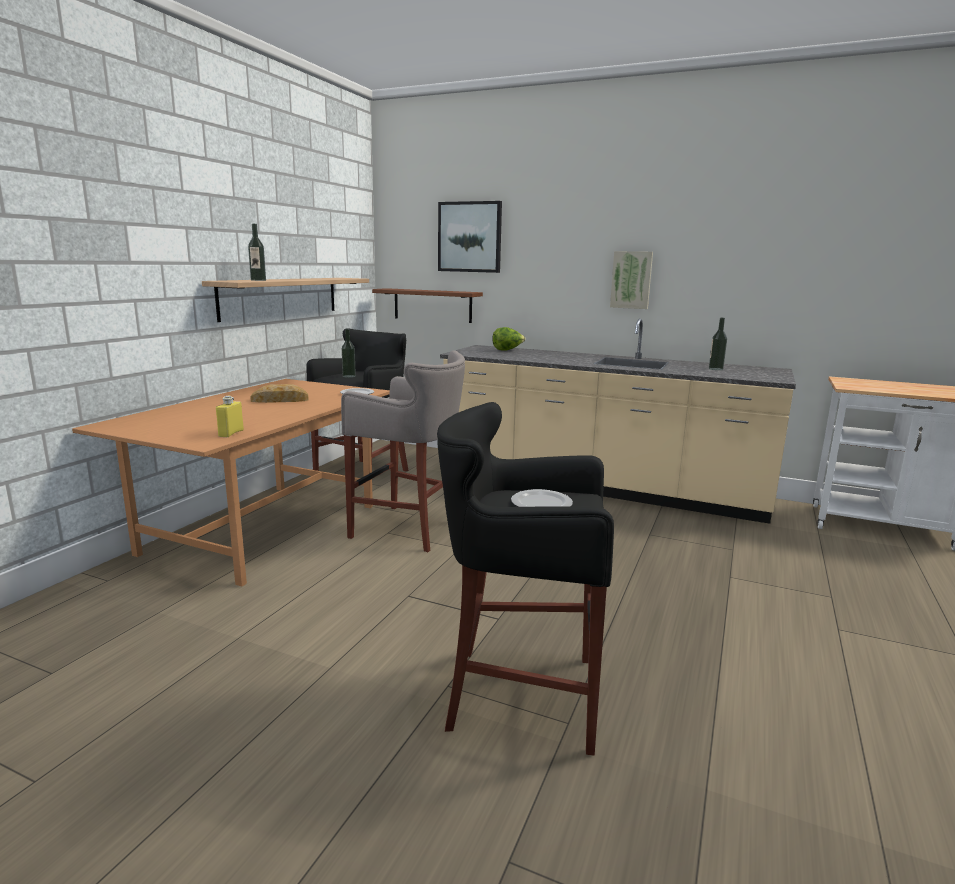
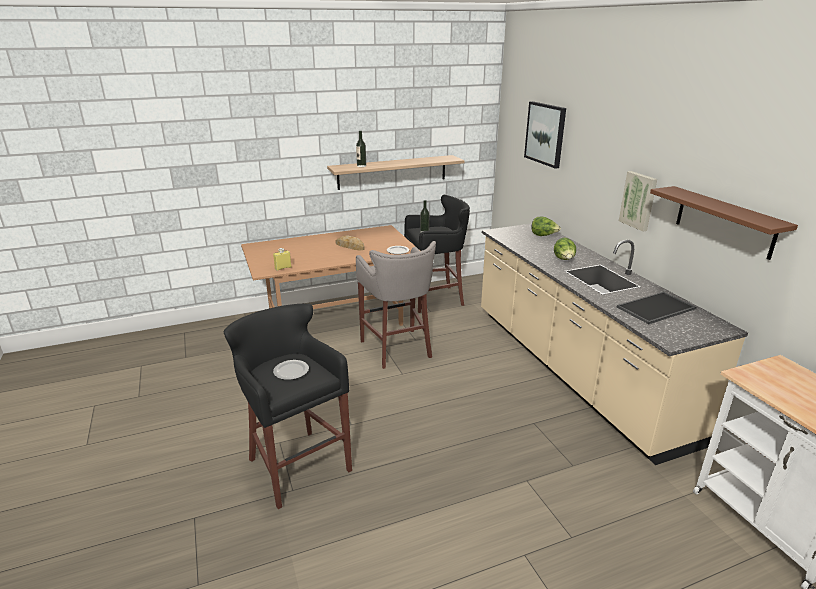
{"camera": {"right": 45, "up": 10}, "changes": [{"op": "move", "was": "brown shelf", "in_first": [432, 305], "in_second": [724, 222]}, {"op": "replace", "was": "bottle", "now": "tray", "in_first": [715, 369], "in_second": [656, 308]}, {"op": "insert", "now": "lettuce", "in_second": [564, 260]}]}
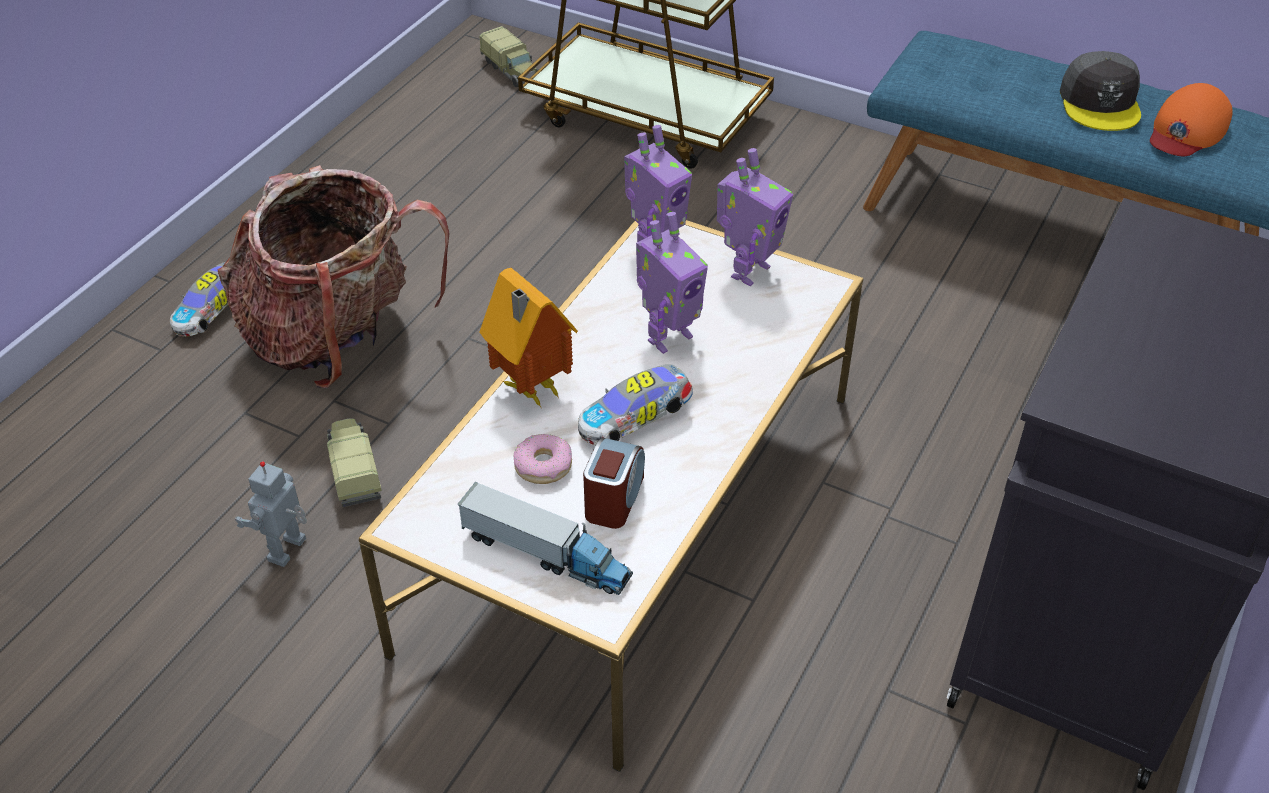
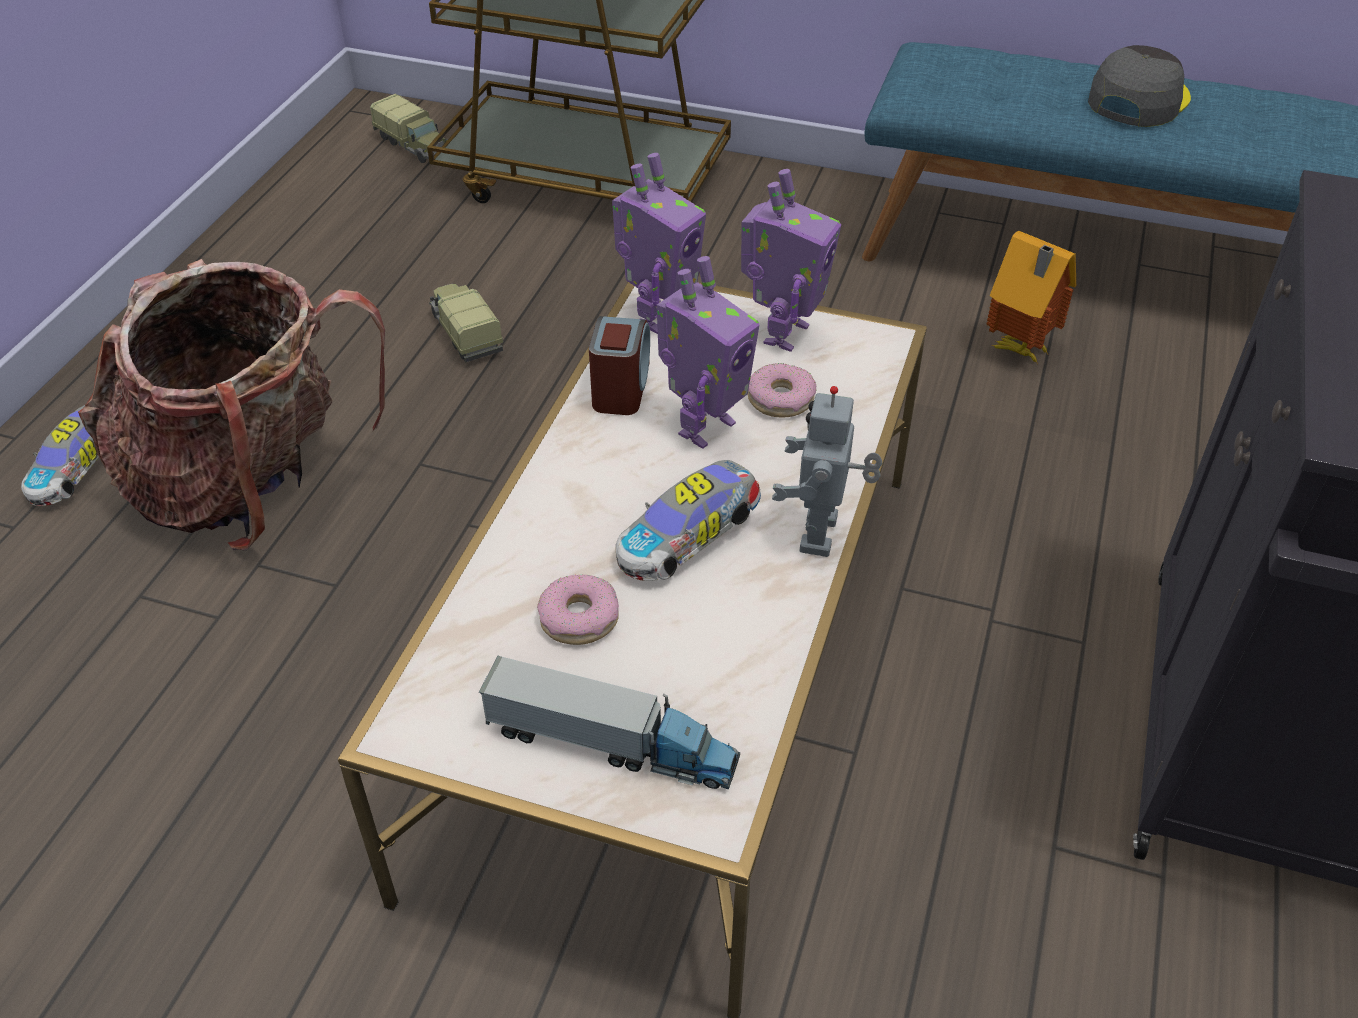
{"camera": {"right": -10, "up": 0}, "changes": [{"op": "rotate", "was": "grey cap", "in_first": [1100, 103], "in_second": [1138, 100], "clockwise": -135}, {"op": "delete", "was": "orange cap", "in_first": [1186, 130]}, {"op": "move", "was": "toy house", "in_first": [530, 390], "in_second": [1018, 351]}, {"op": "move", "was": "toy truck", "in_first": [354, 470], "in_second": [465, 333]}, {"op": "move", "was": "alarm clock", "in_first": [614, 499], "in_second": [621, 387]}, {"op": "move", "was": "toy robot", "in_first": [289, 550], "in_second": [822, 535]}, {"op": "insert", "now": "donut", "in_second": [780, 399]}]}
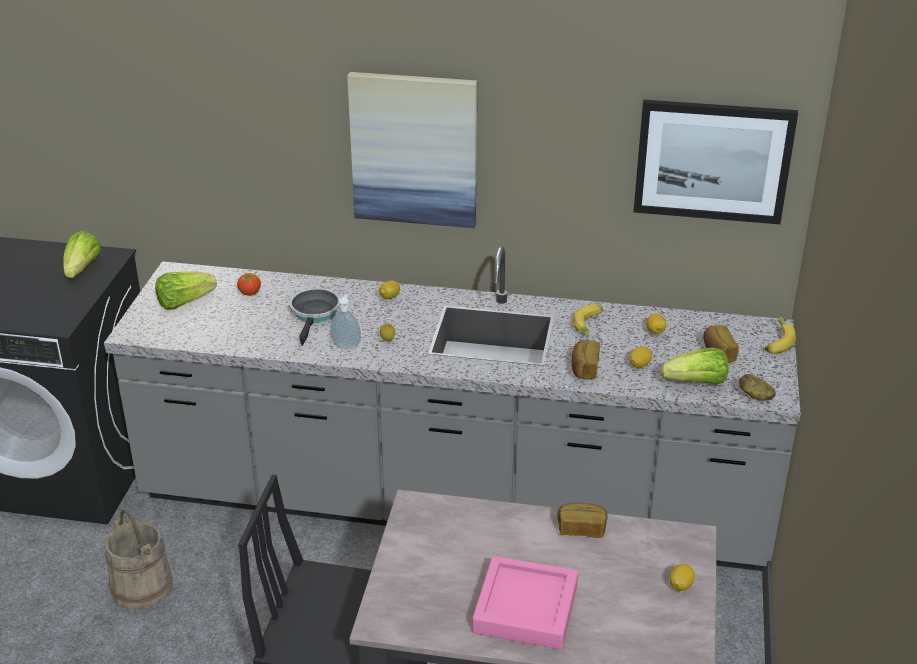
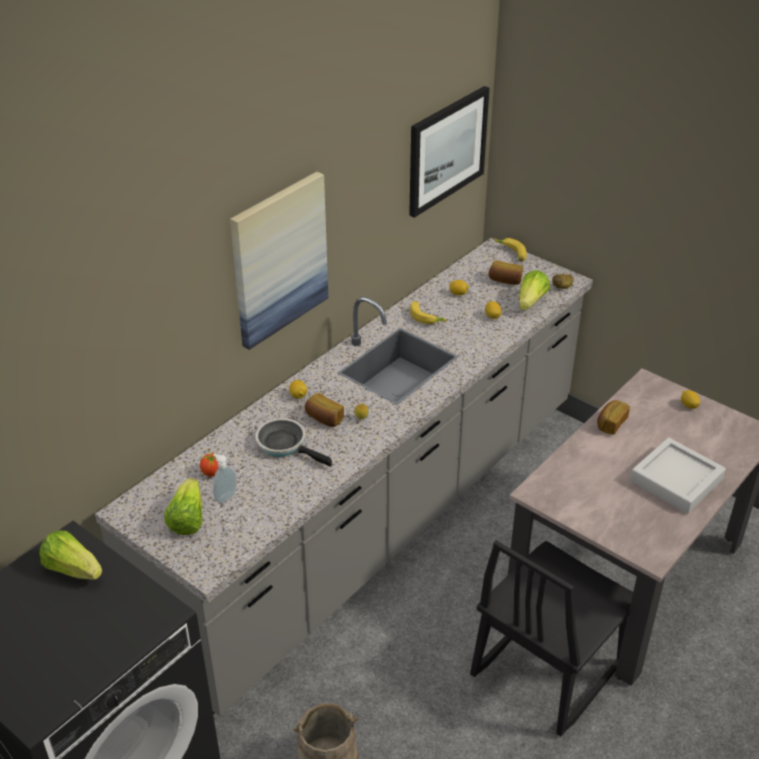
{"camera": {"right": -60, "up": 5}, "changes": [{"op": "move", "was": "soap dispenser", "in_first": [346, 345], "in_second": [225, 497]}, {"op": "move", "was": "bread", "in_first": [584, 368], "in_second": [324, 419]}, {"op": "recolor", "was": "pink tray", "now": "grey tray", "in_first": [525, 609], "in_second": [676, 480]}]}
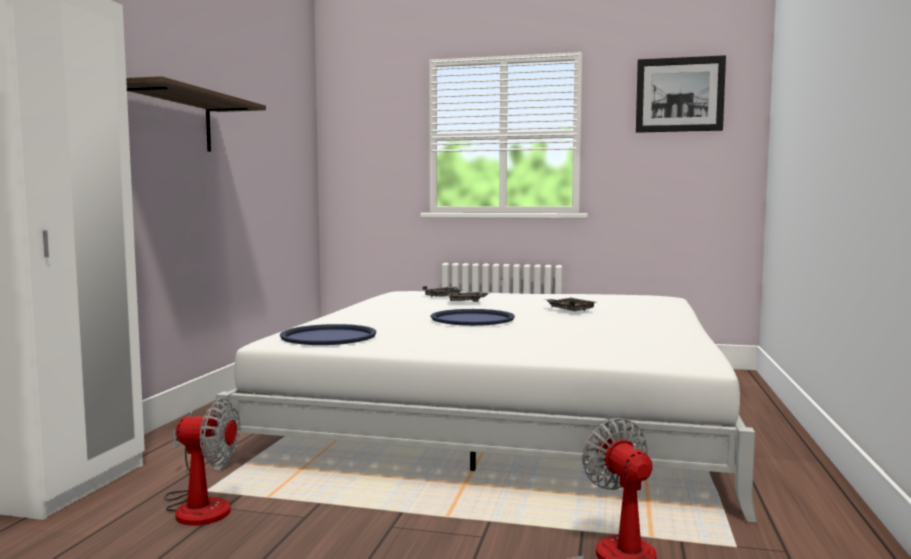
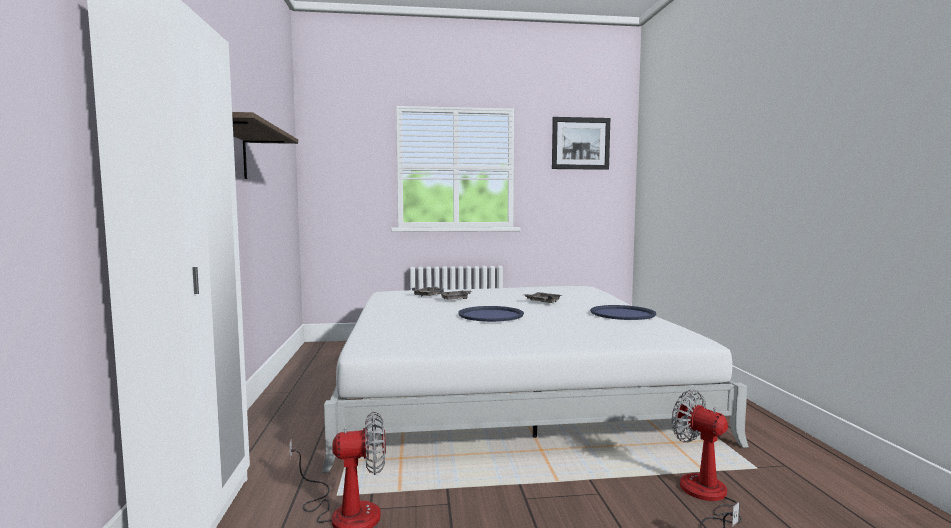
{"camera": {"right": -20, "up": 0}, "changes": [{"op": "move", "was": "blue tray", "in_first": [328, 336], "in_second": [622, 314]}]}
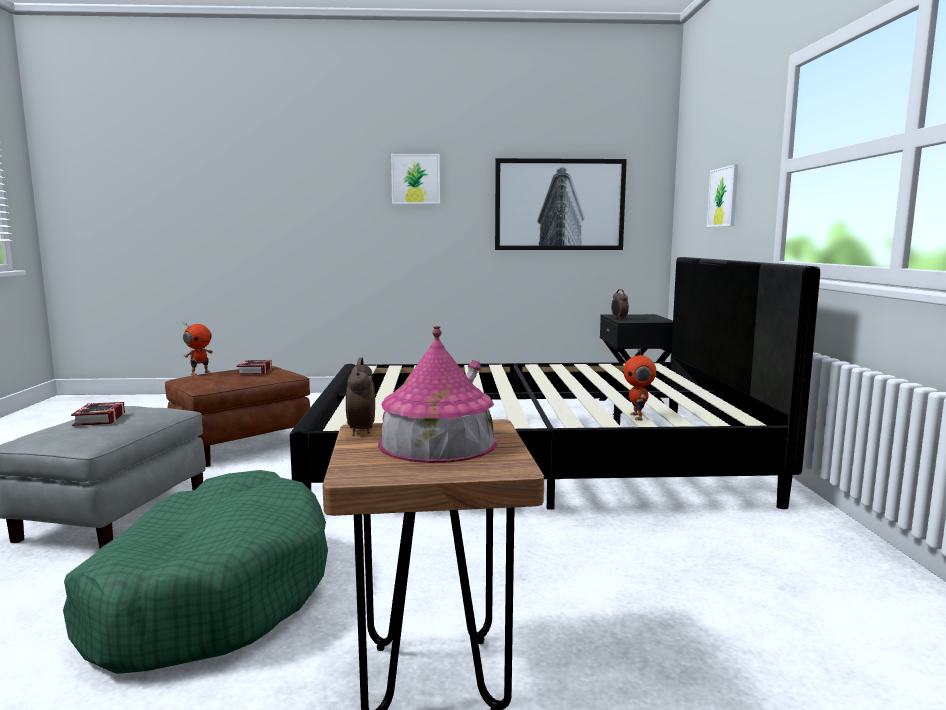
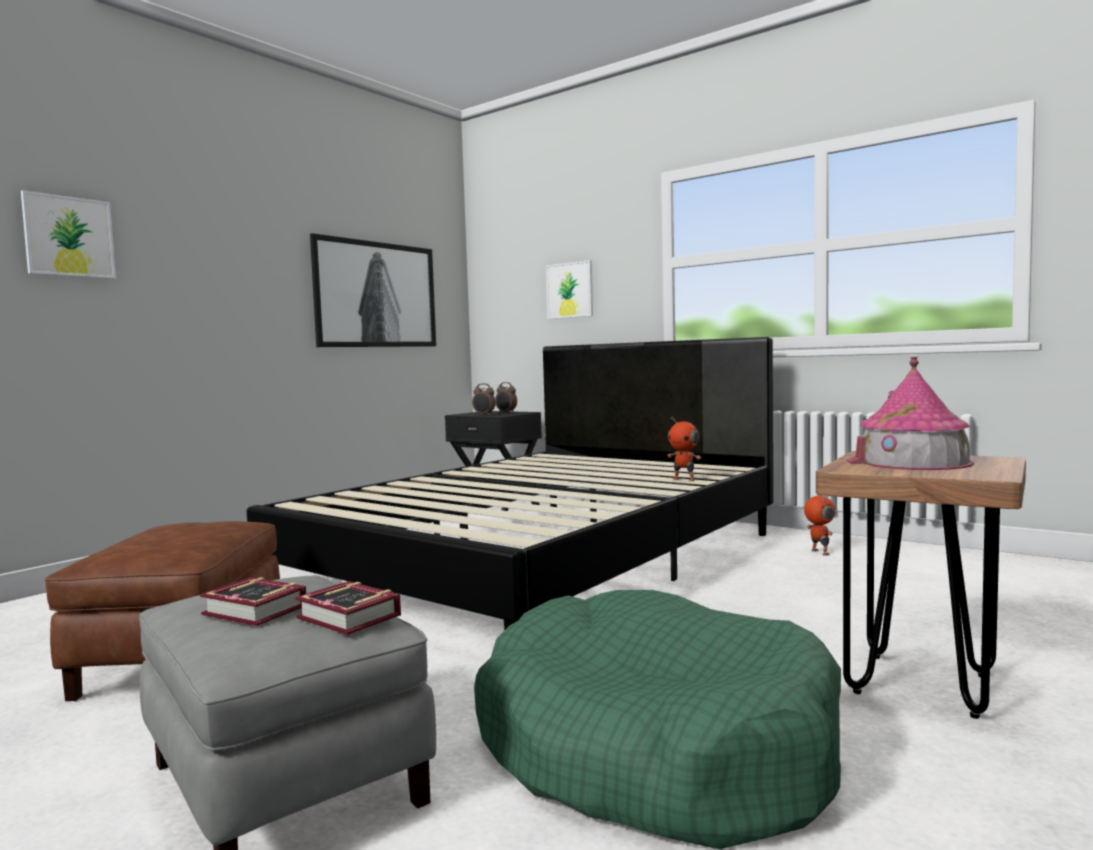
{"camera": {"right": -50, "up": -5}, "changes": [{"op": "move", "was": "picture", "in_first": [415, 179], "in_second": [69, 236]}, {"op": "move", "was": "toy robot", "in_first": [200, 373], "in_second": [819, 552]}, {"op": "move", "was": "alarm clock", "in_first": [360, 431], "in_second": [506, 413]}, {"op": "move", "was": "book", "in_first": [253, 371], "in_second": [349, 618]}]}
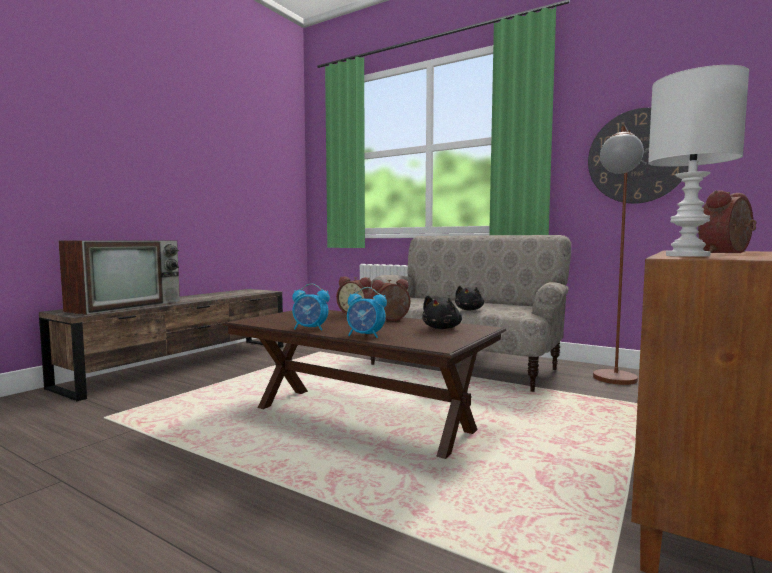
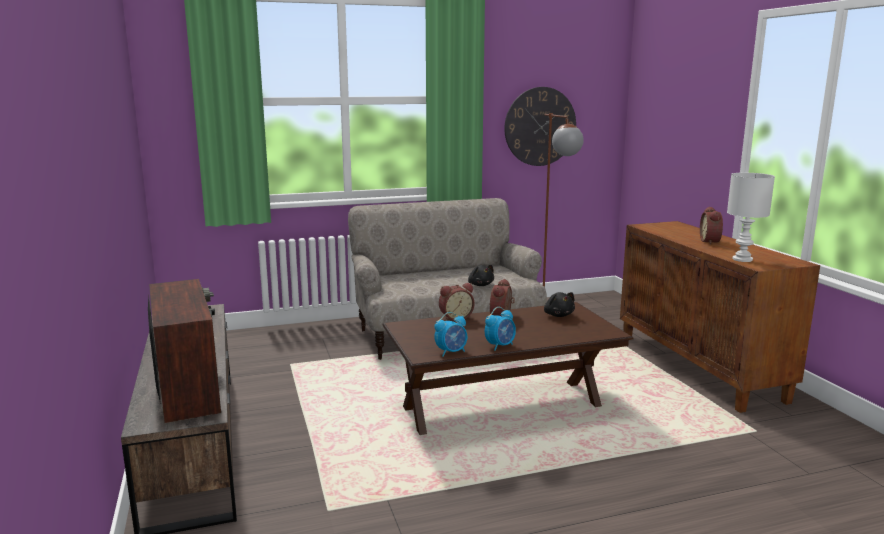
{"camera": {"right": -50, "up": 10}, "changes": [{"op": "move", "was": "alarm clock", "in_first": [365, 336], "in_second": [451, 352]}]}
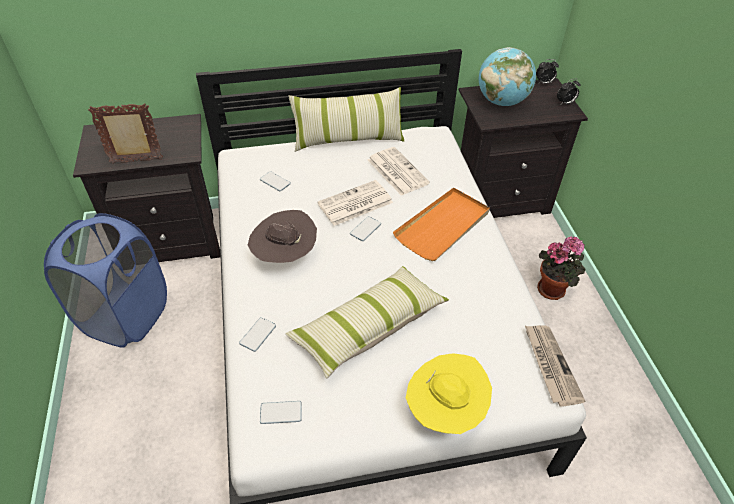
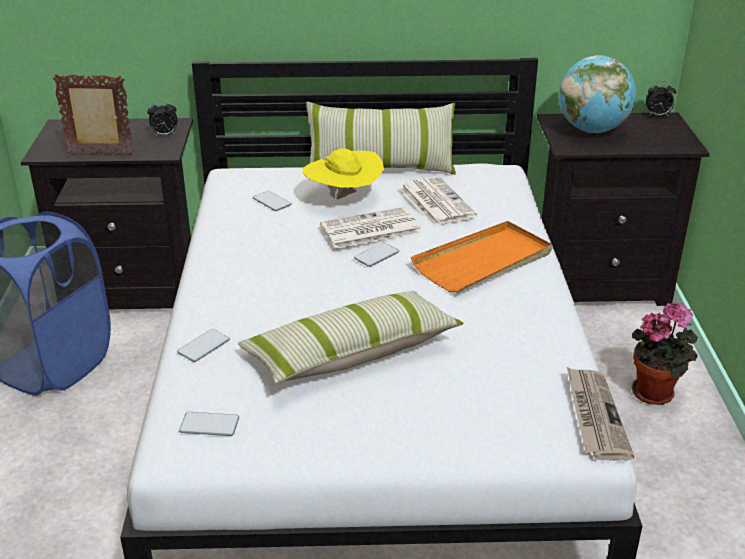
{"camera": {"right": 10, "up": -15}, "changes": [{"op": "move", "was": "alarm clock", "in_first": [565, 103], "in_second": [165, 135]}, {"op": "delete", "was": "brown hat", "in_first": [284, 256]}, {"op": "move", "was": "yellow hat", "in_first": [445, 409], "in_second": [344, 198]}]}
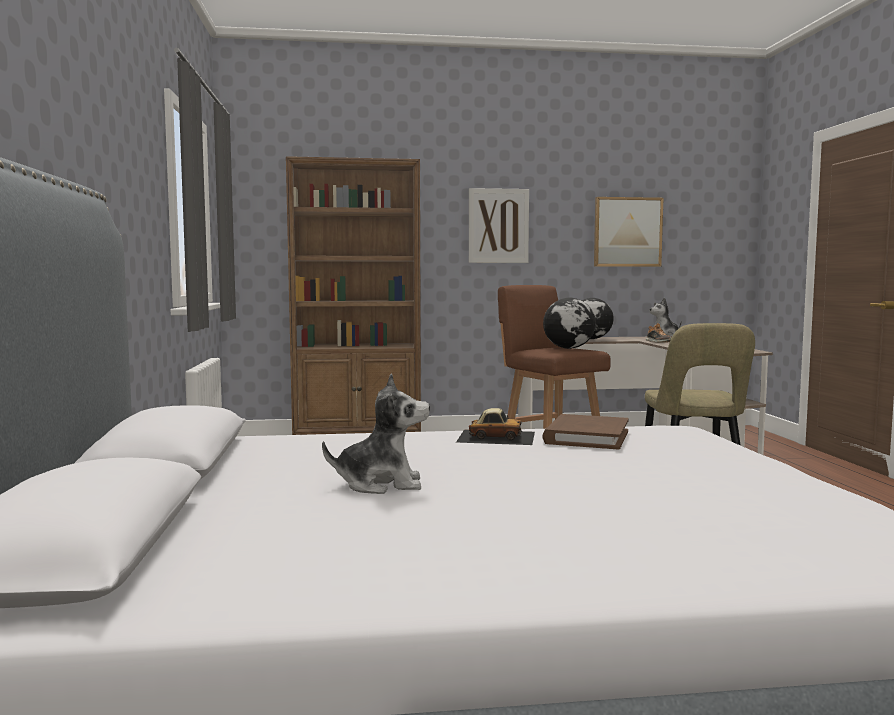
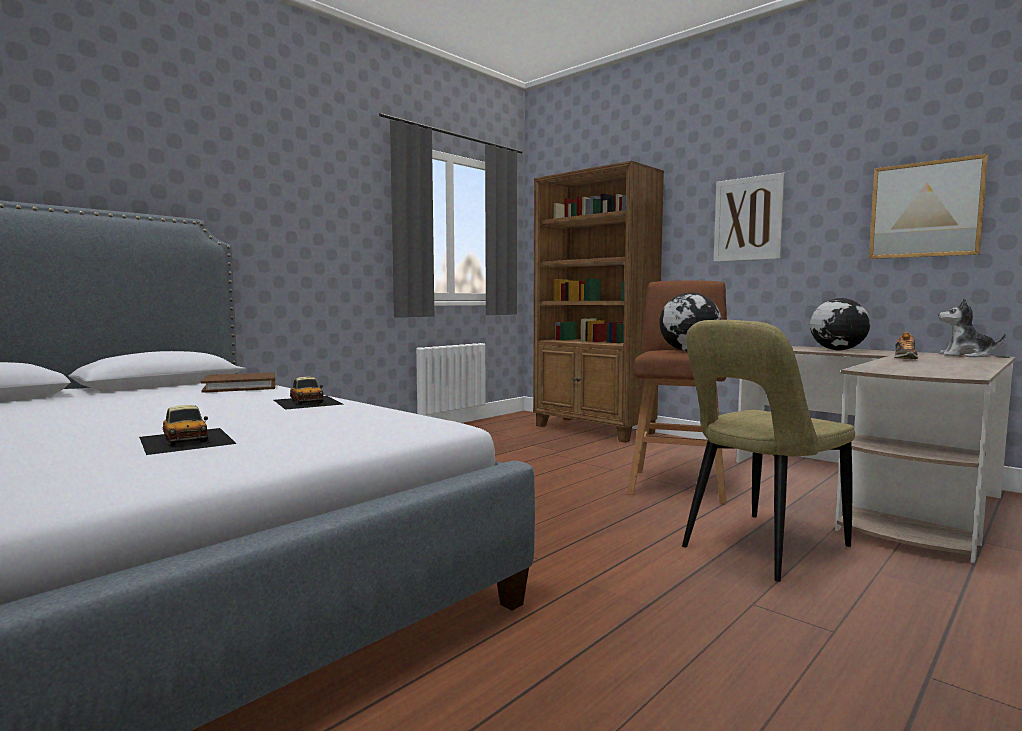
{"camera": {"right": 50, "up": 0}, "changes": [{"op": "delete", "was": "plush toy", "in_first": [381, 484]}, {"op": "move", "was": "brown book", "in_first": [586, 437], "in_second": [240, 387]}, {"op": "insert", "now": "toy car", "in_second": [187, 440]}]}
